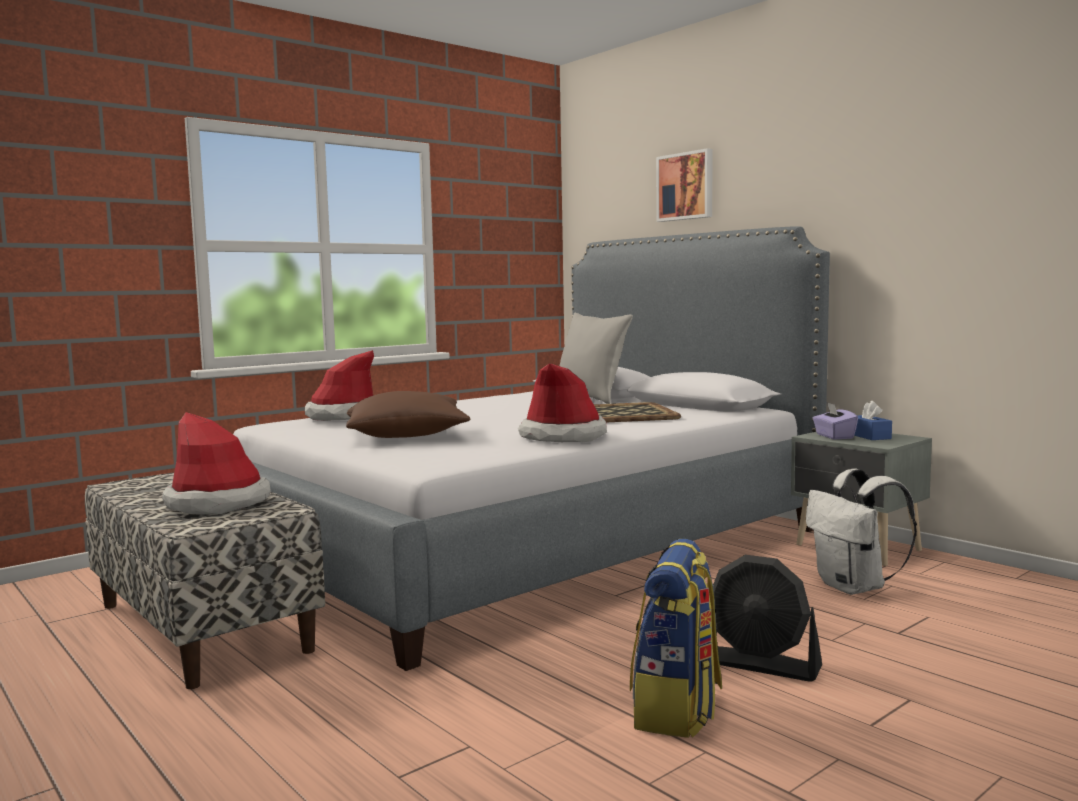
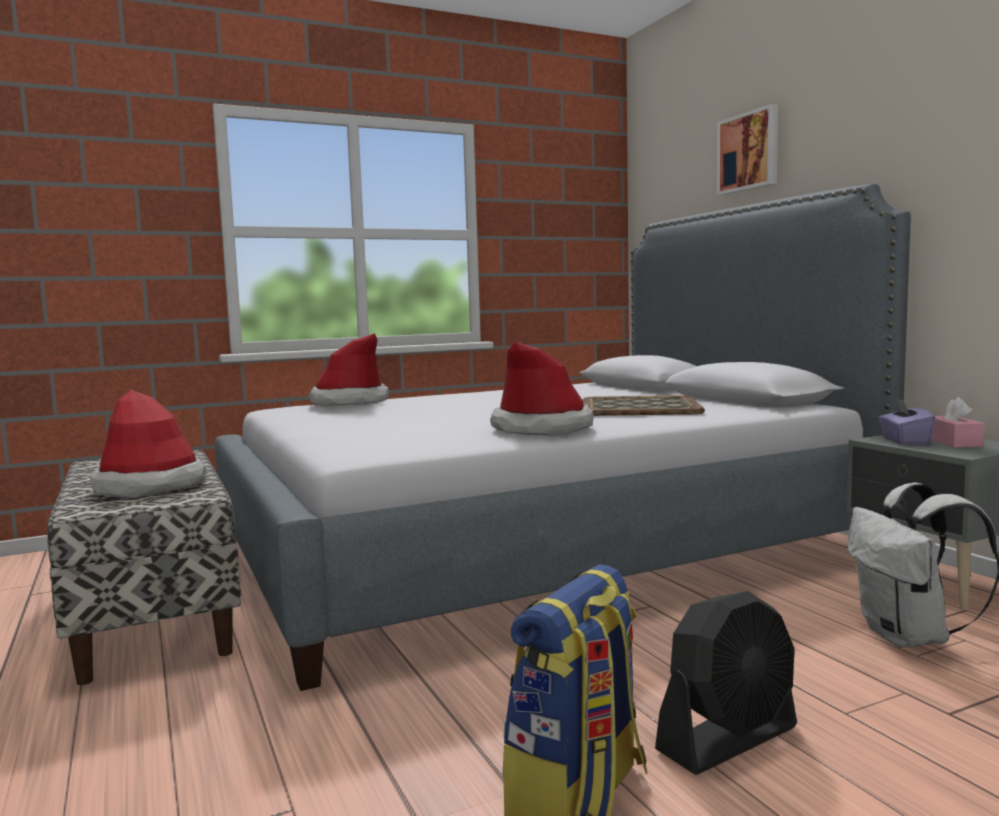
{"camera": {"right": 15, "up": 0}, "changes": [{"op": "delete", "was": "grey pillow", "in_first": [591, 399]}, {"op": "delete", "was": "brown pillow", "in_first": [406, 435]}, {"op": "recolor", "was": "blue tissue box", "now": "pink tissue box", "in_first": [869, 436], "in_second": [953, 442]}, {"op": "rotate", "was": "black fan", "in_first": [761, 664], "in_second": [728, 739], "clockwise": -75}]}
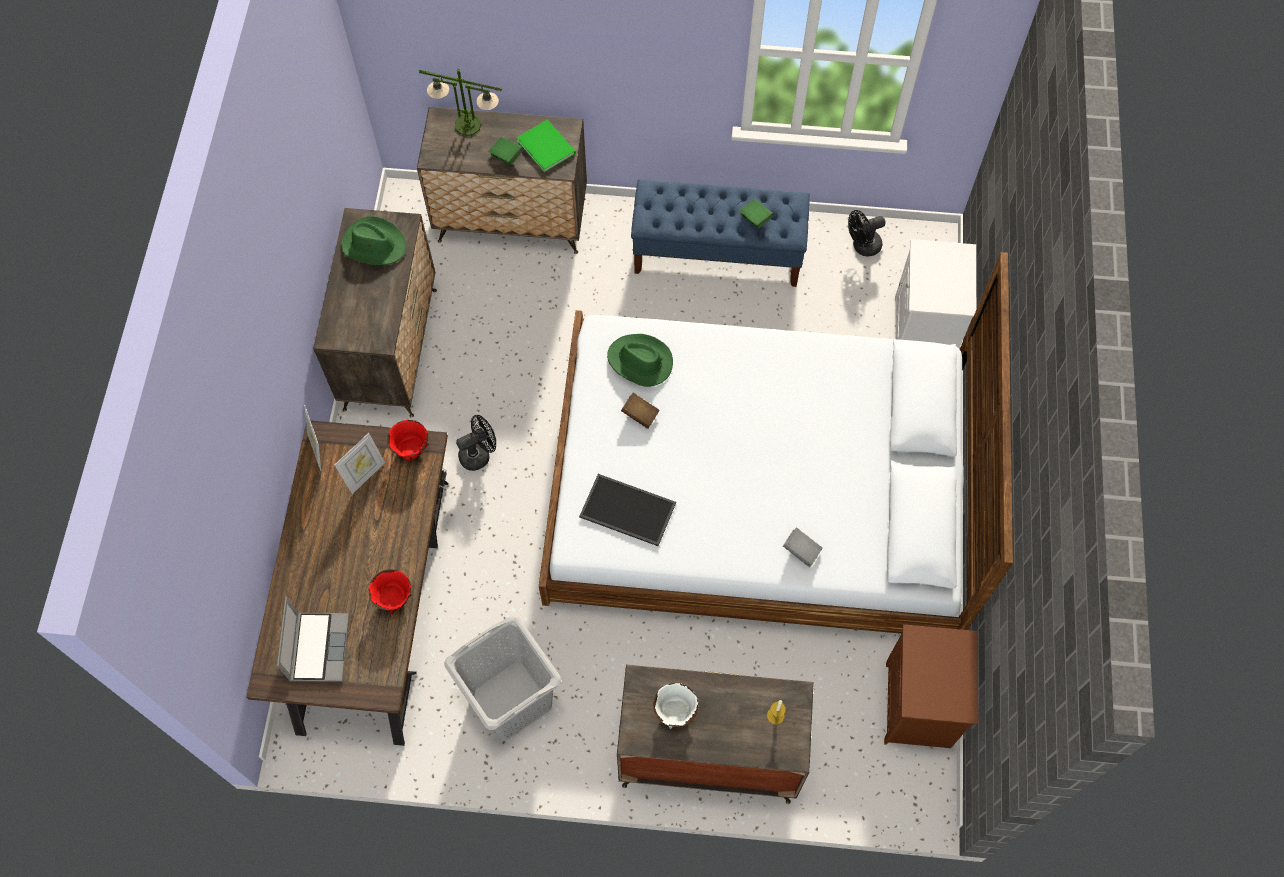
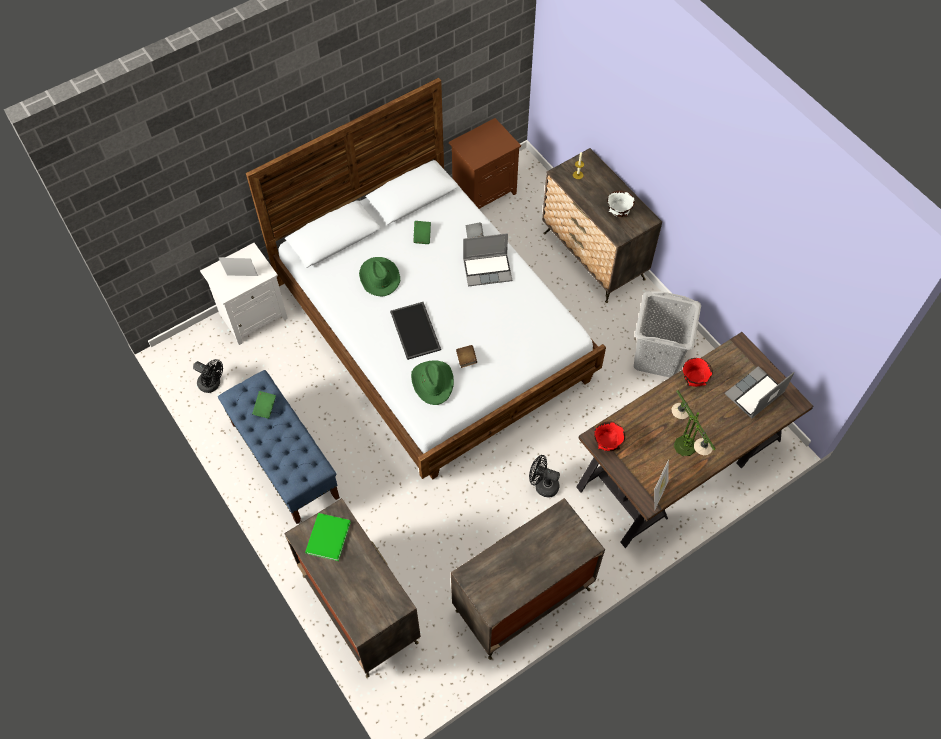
{"camera": {"right": -130, "up": -5}, "changes": [{"op": "move", "was": "table lamp", "in_first": [467, 125], "in_second": [685, 446]}, {"op": "move", "was": "green book", "in_first": [507, 156], "in_second": [422, 236]}, {"op": "move", "was": "green hat", "in_first": [374, 244], "in_second": [379, 277]}, {"op": "move", "was": "picture frame", "in_first": [365, 475], "in_second": [242, 278]}, {"op": "move", "was": "tray", "in_first": [626, 511], "in_second": [416, 331]}, {"op": "insert", "now": "laptop", "in_second": [488, 270]}]}
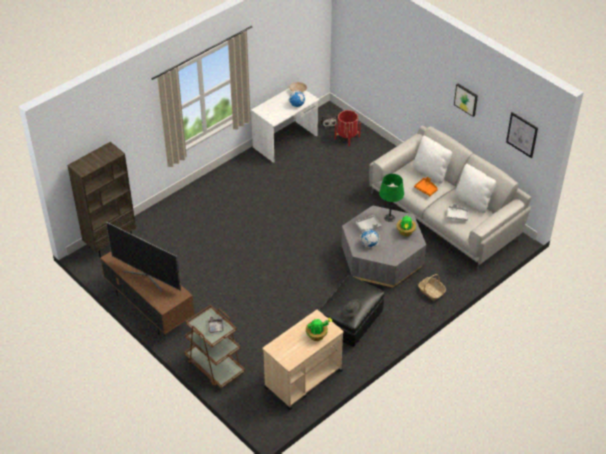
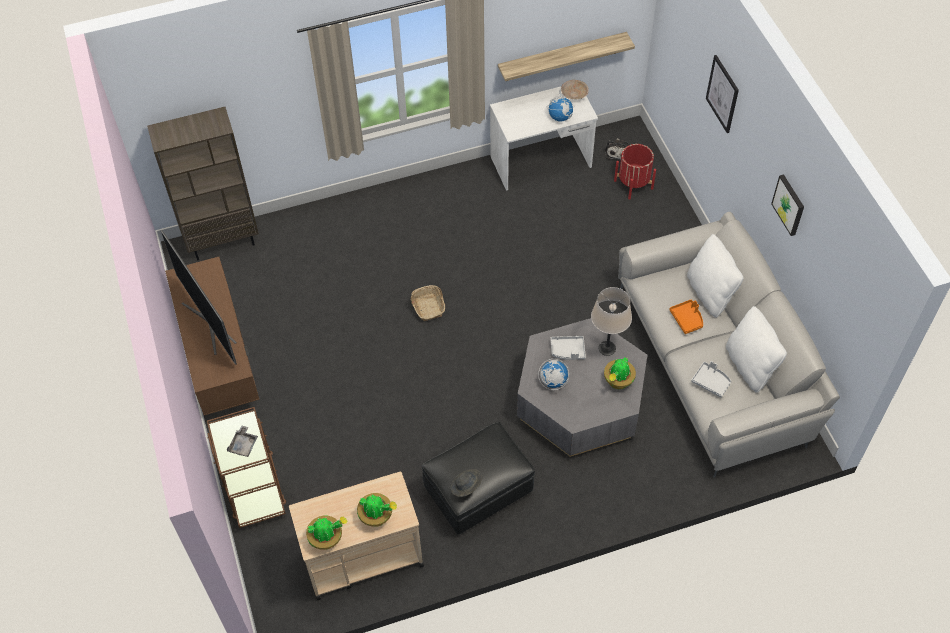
{"camera": {"right": 25, "up": 10}, "changes": [{"op": "move", "was": "picture", "in_first": [522, 134], "in_second": [722, 94]}, {"op": "recolor", "was": "green table lamp", "now": "beige table lamp", "in_first": [389, 218], "in_second": [607, 348]}, {"op": "move", "was": "basket", "in_first": [431, 291], "in_second": [428, 307]}, {"op": "insert", "now": "shelf", "in_second": [562, 57]}, {"op": "insert", "now": "potted plant", "in_second": [327, 538]}]}
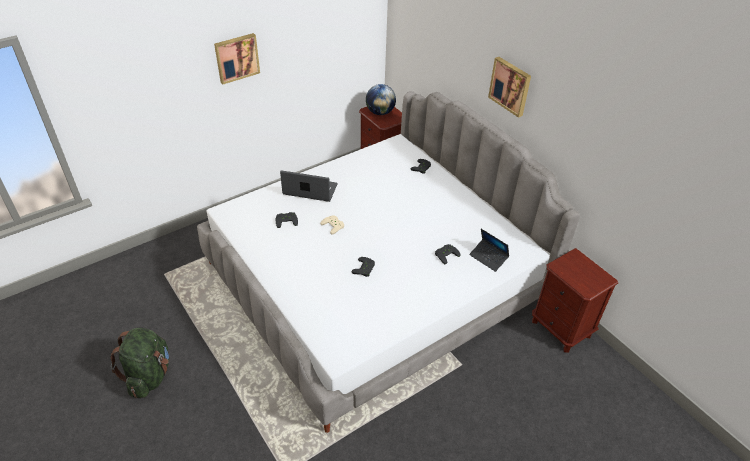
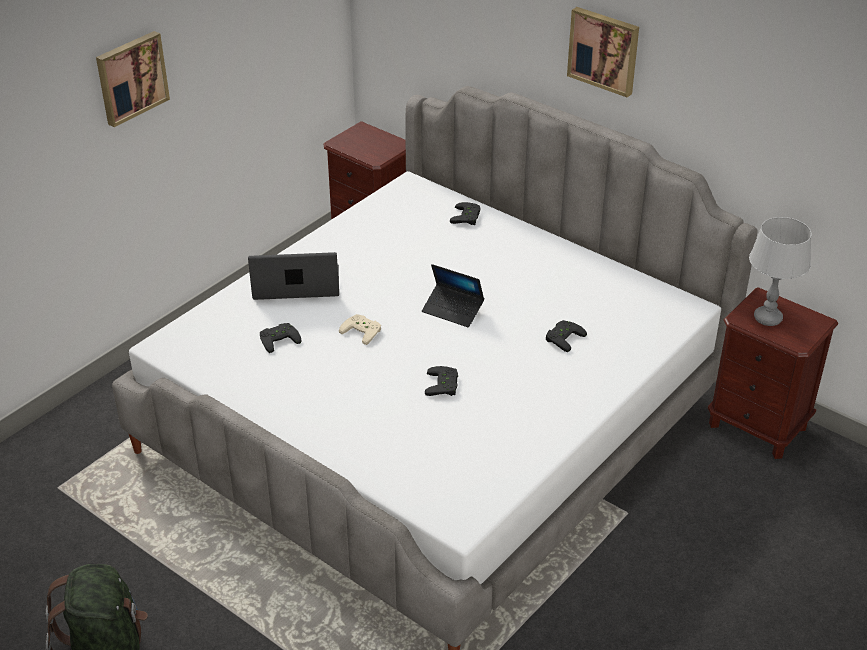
{"camera": {"right": -15, "up": -5}, "changes": [{"op": "delete", "was": "globe", "in_first": [380, 112]}, {"op": "move", "was": "laptop", "in_first": [488, 258], "in_second": [453, 310]}, {"op": "insert", "now": "grey table lamp", "in_second": [767, 318]}]}
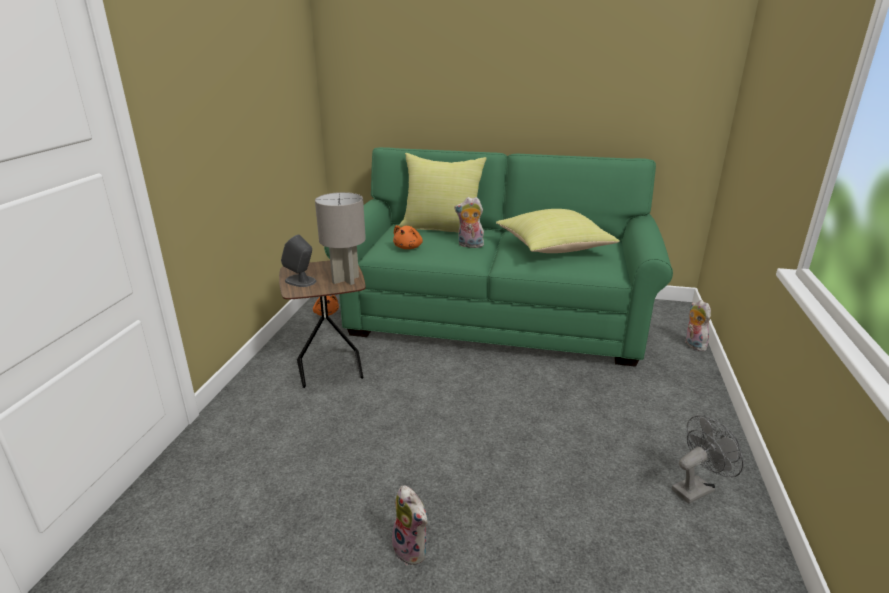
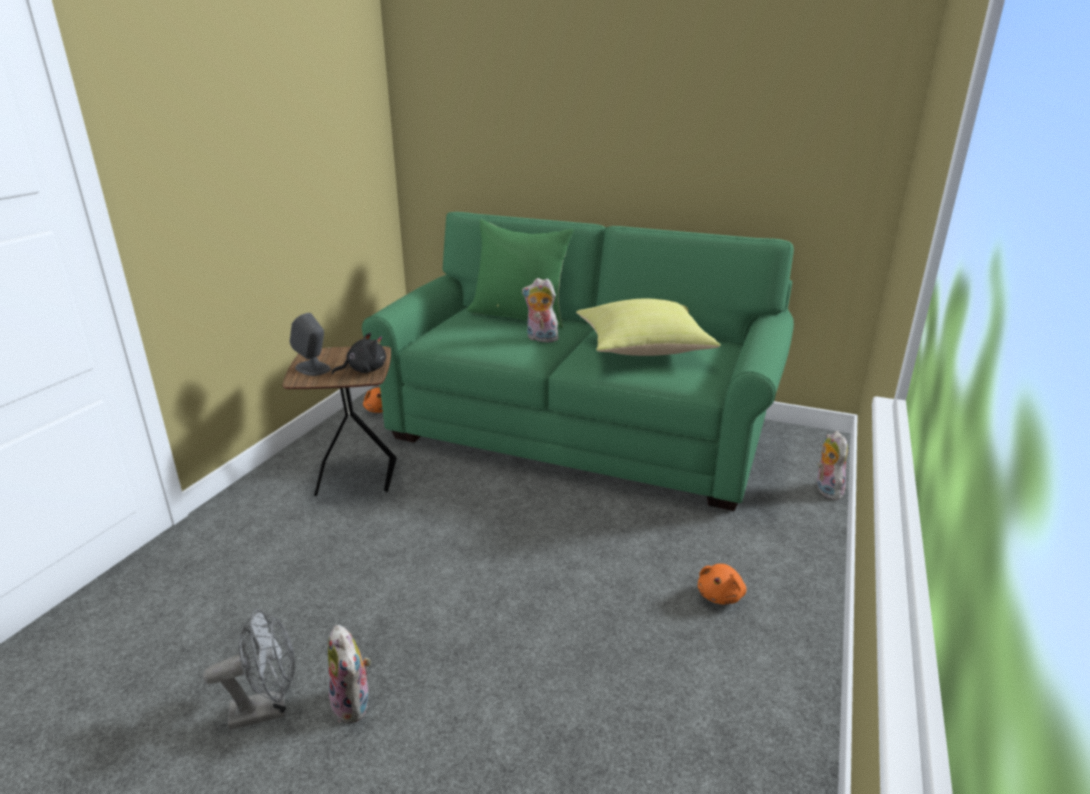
{"camera": {"right": 10, "up": 0}, "changes": [{"op": "recolor", "was": "yellow pillow", "now": "green pillow", "in_first": [442, 228], "in_second": [520, 315]}, {"op": "replace", "was": "grey table lamp", "now": "black plush toy", "in_first": [345, 279], "in_second": [364, 370]}, {"op": "move", "was": "orange plush toy", "in_first": [408, 247], "in_second": [721, 595]}, {"op": "move", "was": "grey fan", "in_first": [697, 488], "in_second": [268, 709]}]}
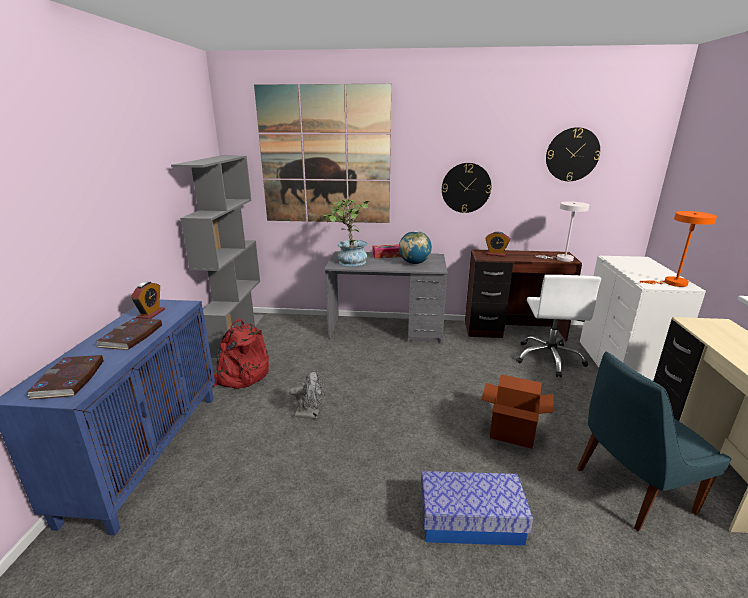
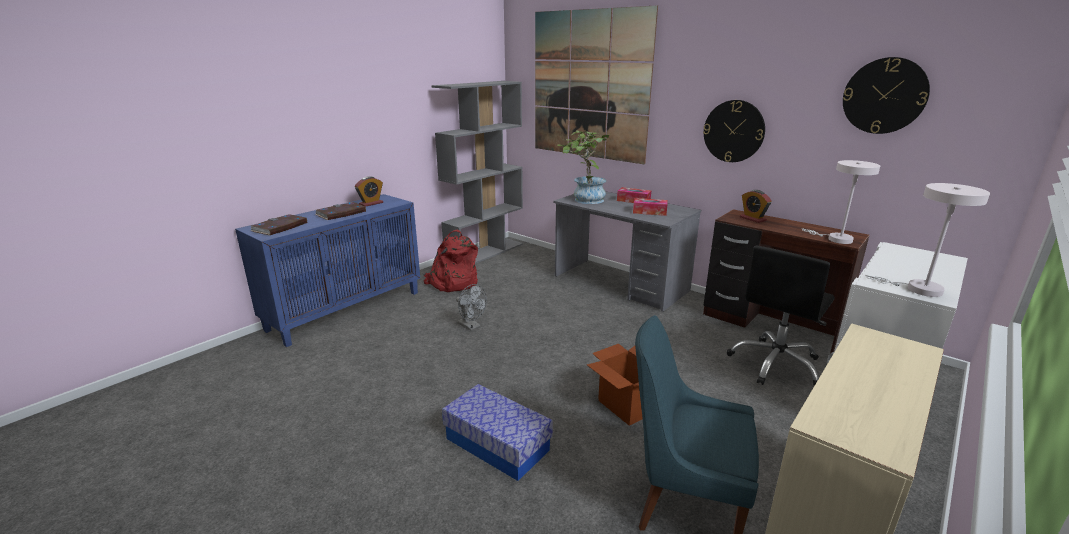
{"camera": {"right": 35, "up": 0}, "changes": [{"op": "recolor", "was": "orange table lamp", "now": "white table lamp", "in_first": [671, 283], "in_second": [917, 289]}, {"op": "replace", "was": "globe", "now": "tissue box", "in_first": [414, 263], "in_second": [649, 212]}, {"op": "recolor", "was": "white office chair", "now": "black office chair", "in_first": [549, 359], "in_second": [776, 364]}]}
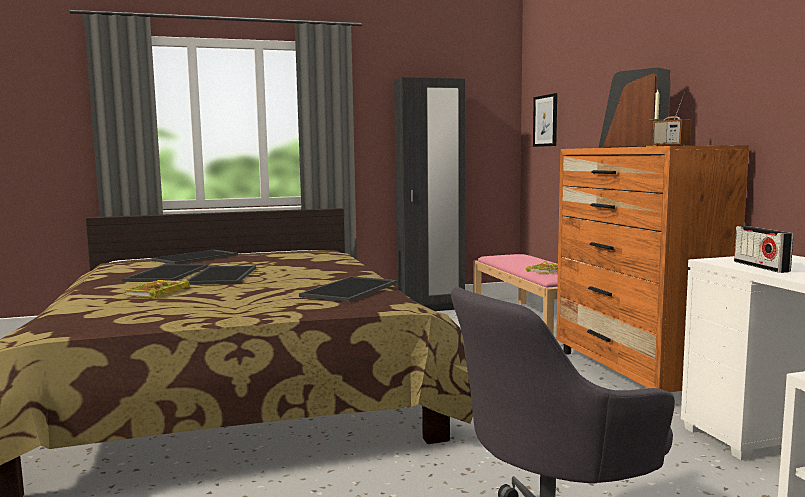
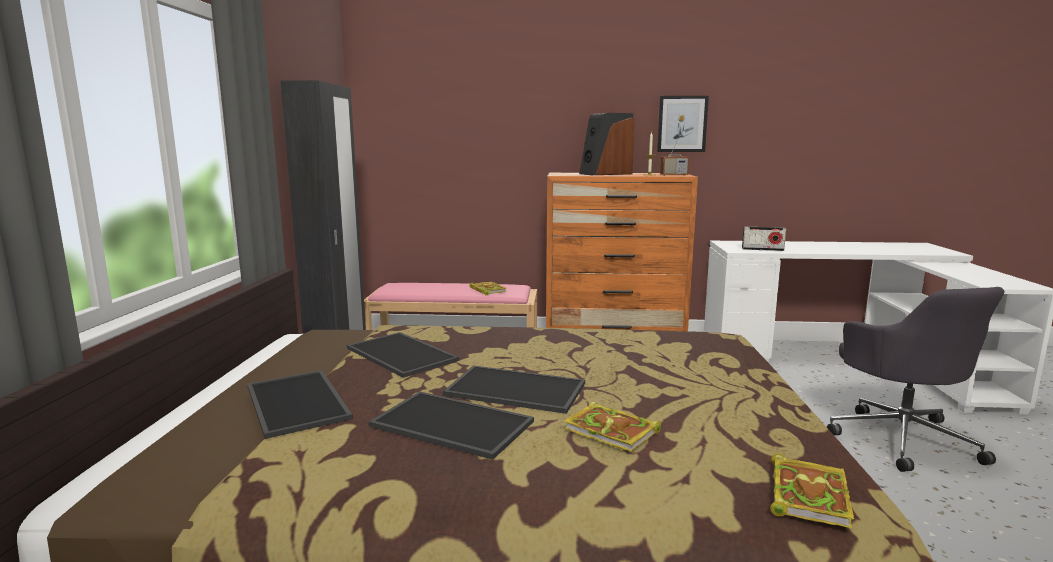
{"camera": {"right": -70, "up": 5}, "changes": [{"op": "move", "was": "picture", "in_first": [545, 121], "in_second": [682, 124]}, {"op": "move", "was": "tray", "in_first": [351, 290], "in_second": [403, 354]}, {"op": "insert", "now": "book", "in_second": [807, 494]}]}
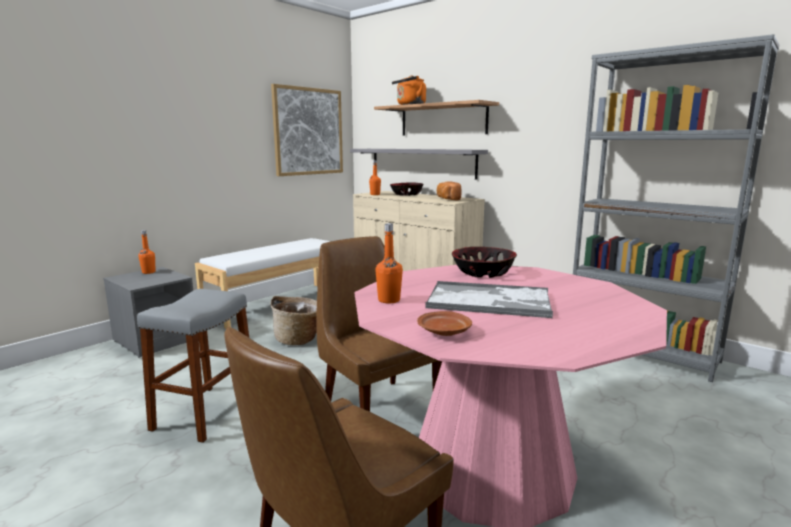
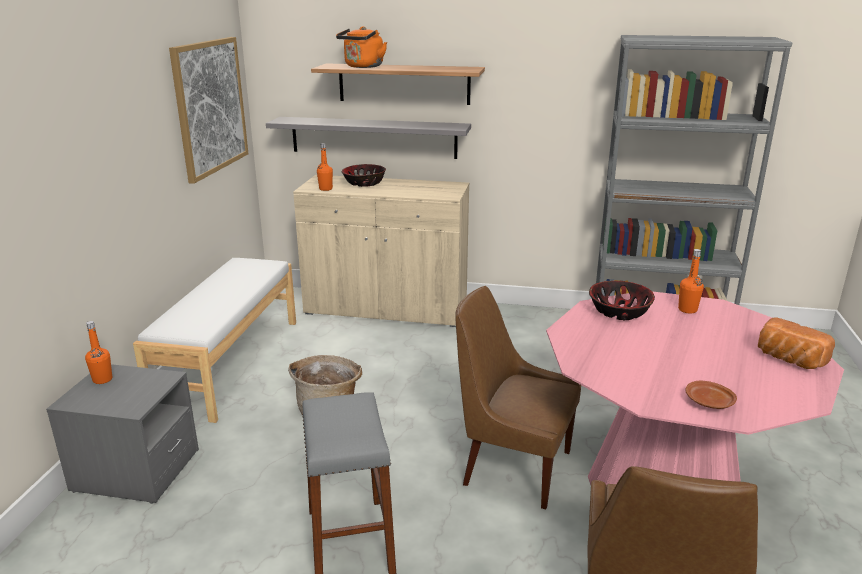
{"camera": {"right": -30, "up": 10}, "changes": [{"op": "move", "was": "bread", "in_first": [447, 199], "in_second": [788, 360]}, {"op": "move", "was": "orange bottle", "in_first": [389, 300], "in_second": [687, 310]}, {"op": "delete", "was": "tray", "in_first": [490, 301]}]}
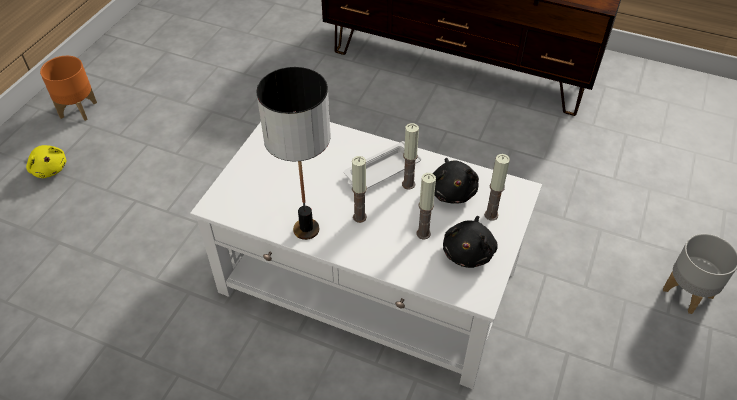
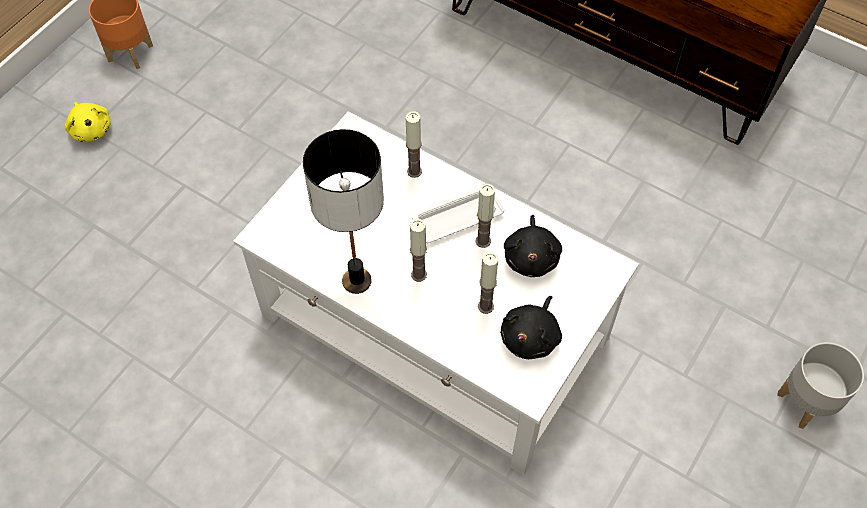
{"camera": {"right": 10, "up": 10}, "changes": [{"op": "move", "was": "candle", "in_first": [491, 215], "in_second": [414, 171]}]}
